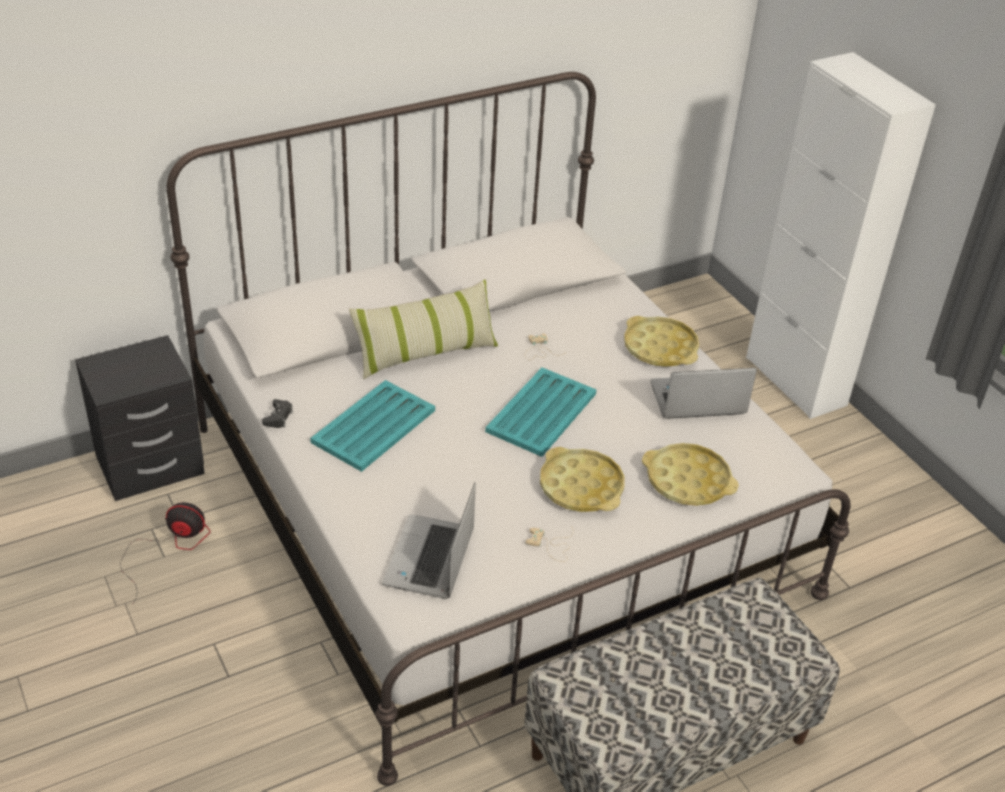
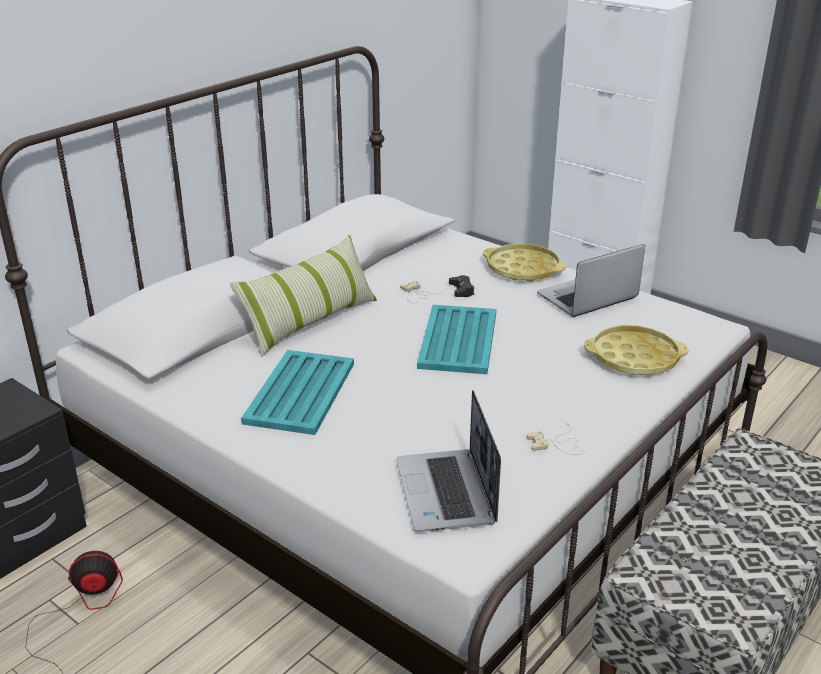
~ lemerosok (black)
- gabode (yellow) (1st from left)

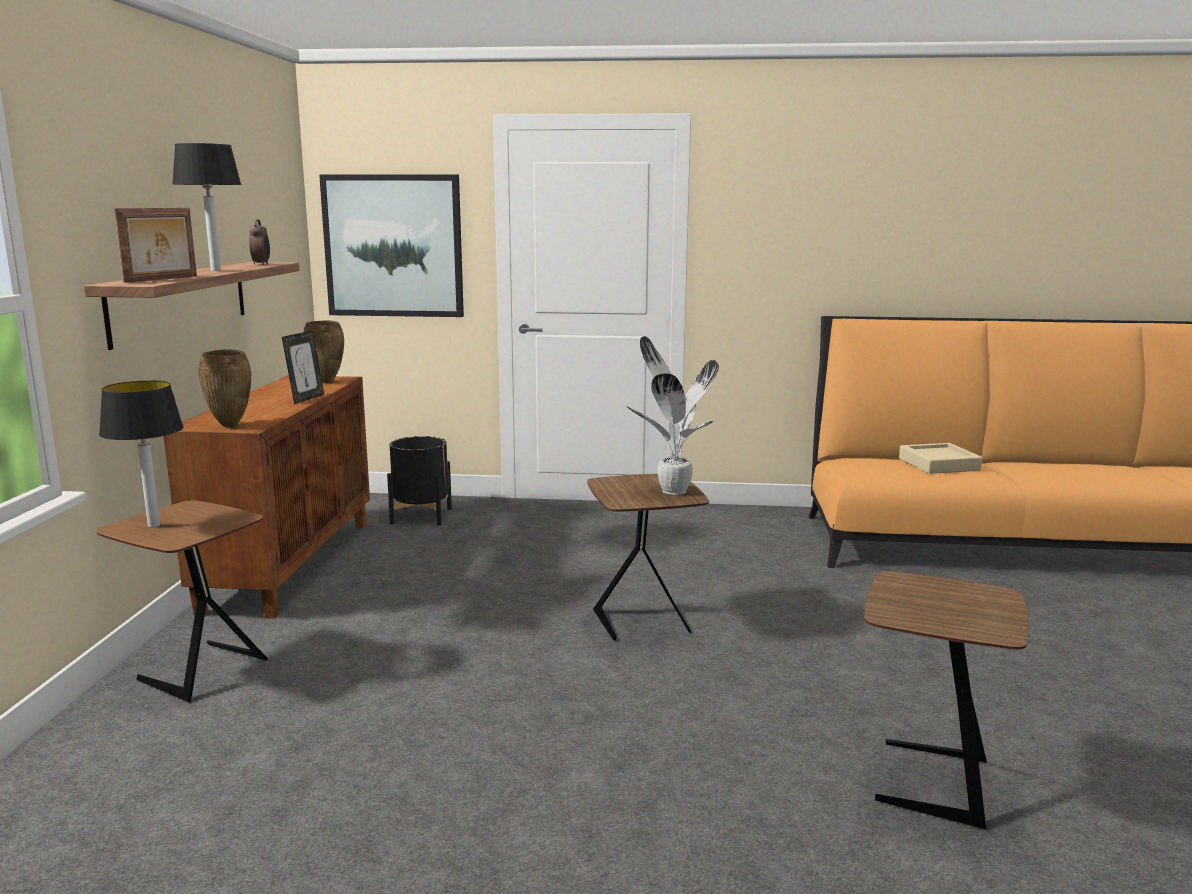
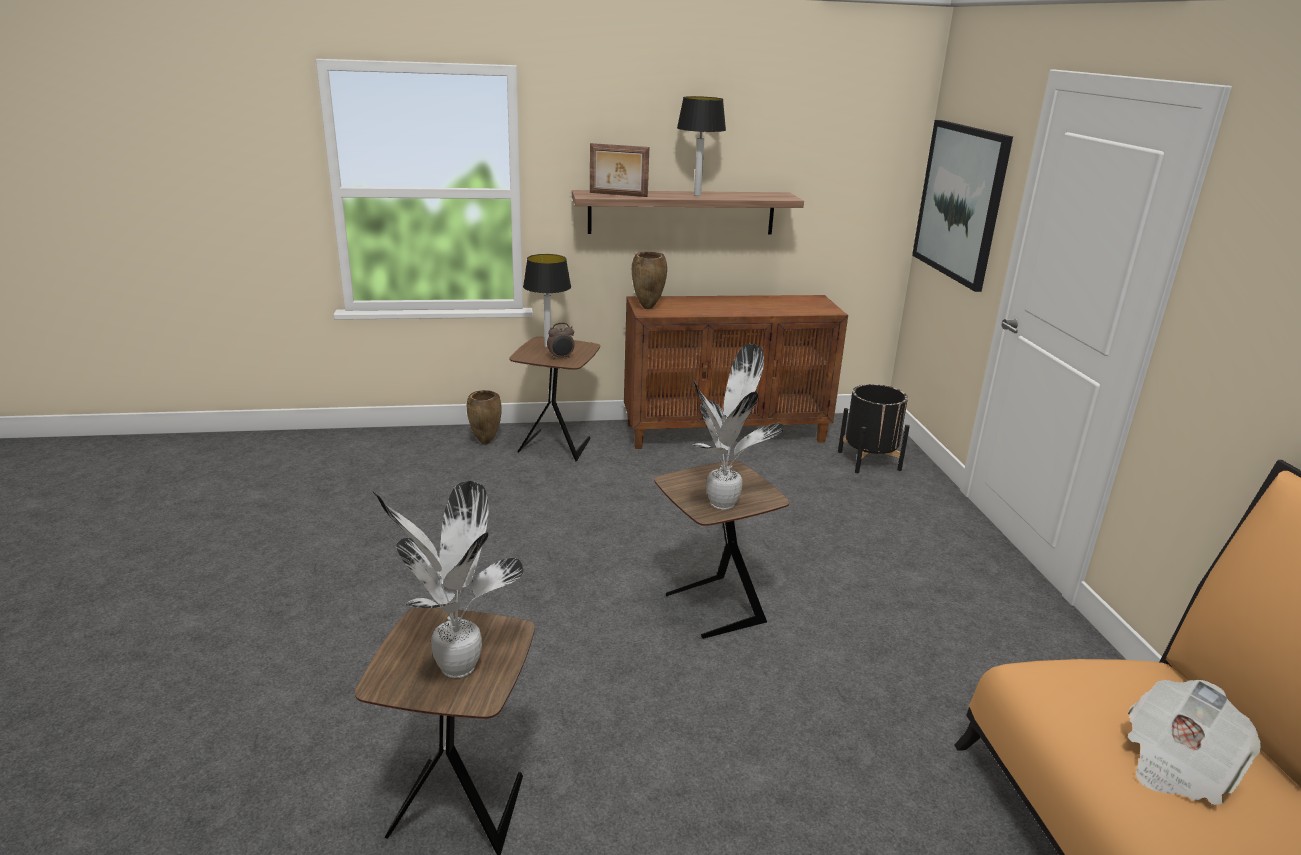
~ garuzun
~ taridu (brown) (2nd from left in the first image) to taridu (brown) (1st from left)
- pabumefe (2nd from left)
~ gabode (beige) to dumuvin
+ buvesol (1st from left)

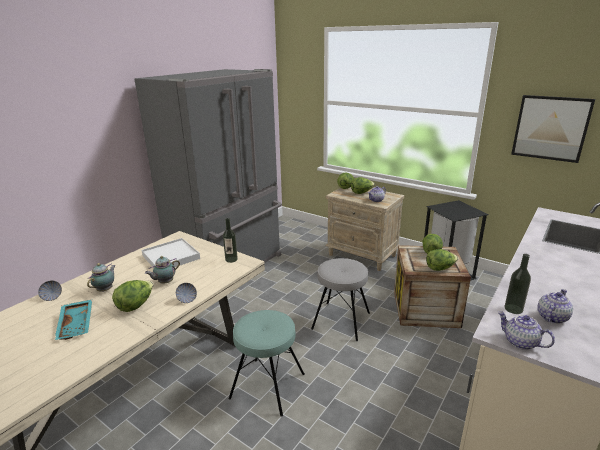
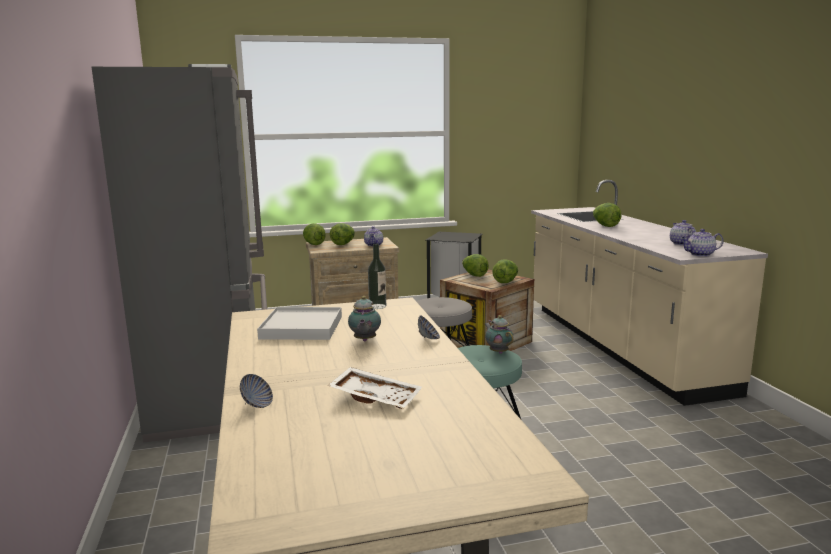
- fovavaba
- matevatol (2nd from left)
~ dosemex (1st from left in the first image) to dosemex (3rd from left)
~ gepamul (1st from left in the first image) to gepamul (5th from left)
~ gabode (turquoise) to gabode (white) (2nd from left)

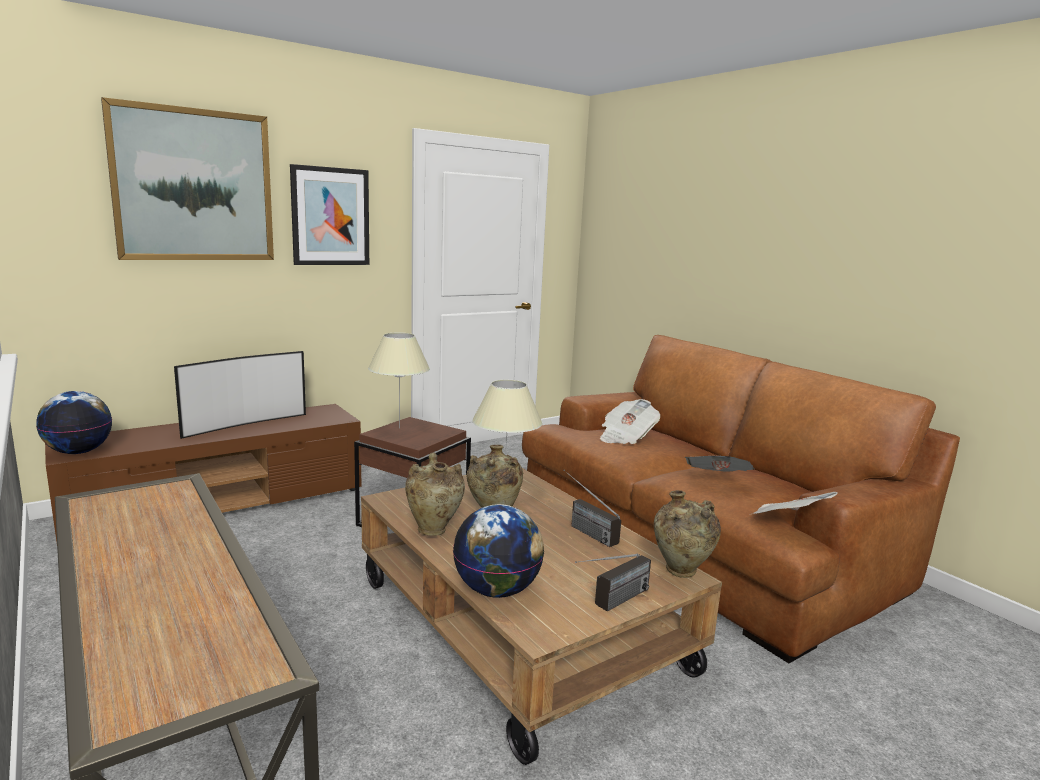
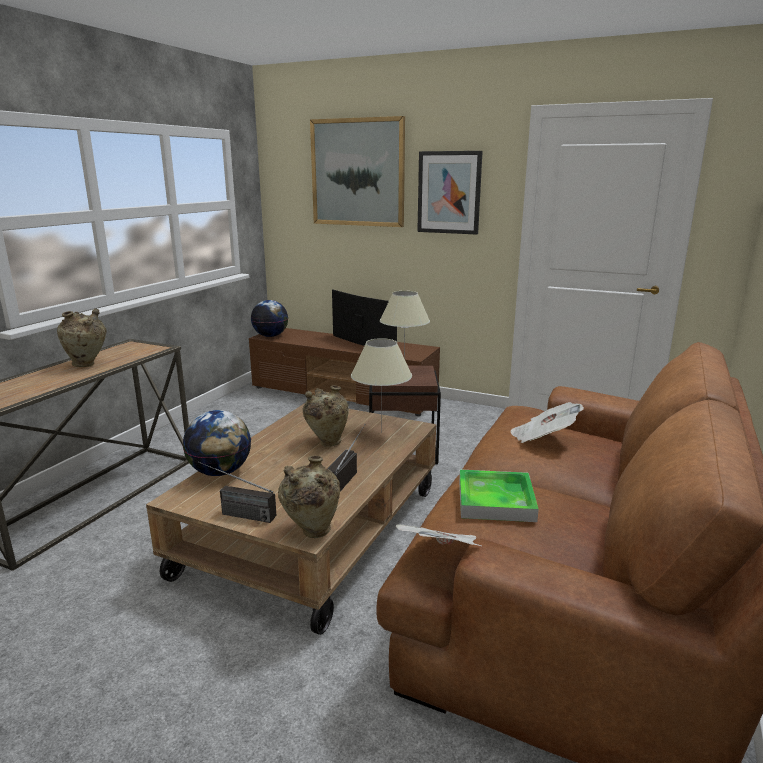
~ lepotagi 150 degrees counterclockwise
~ taridu (beige) (1st from left)
~ dumuvin (2nd from left) to gabode

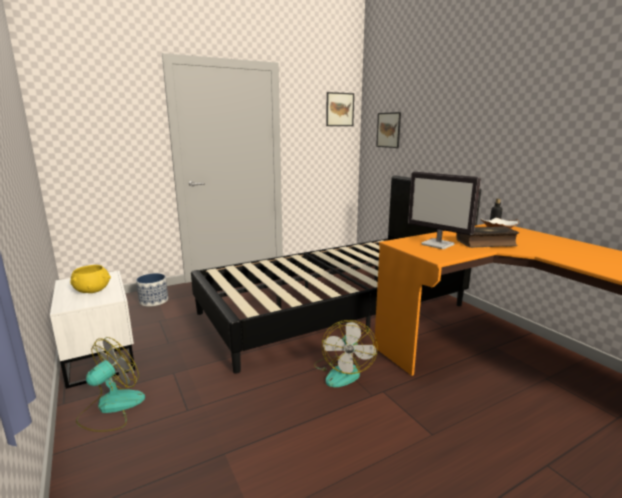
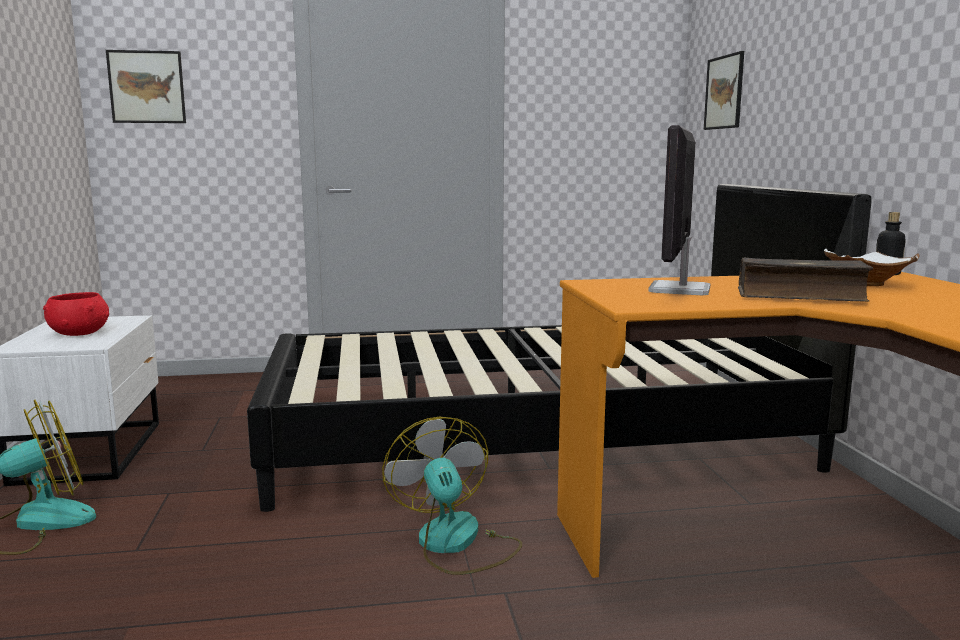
~ fovavaba (1st from left)
~ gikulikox 45 degrees clockwise
~ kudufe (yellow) to kudufe (red)
- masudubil
~ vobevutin (2nd from left) 135 degrees clockwise

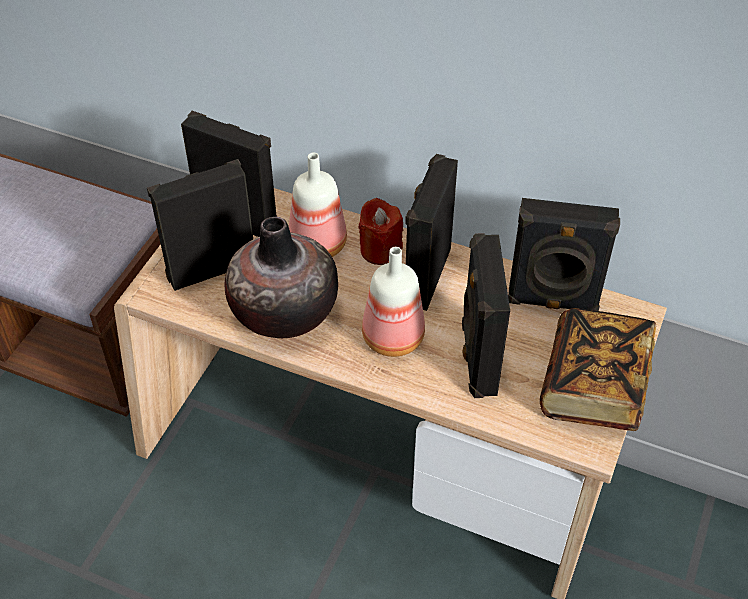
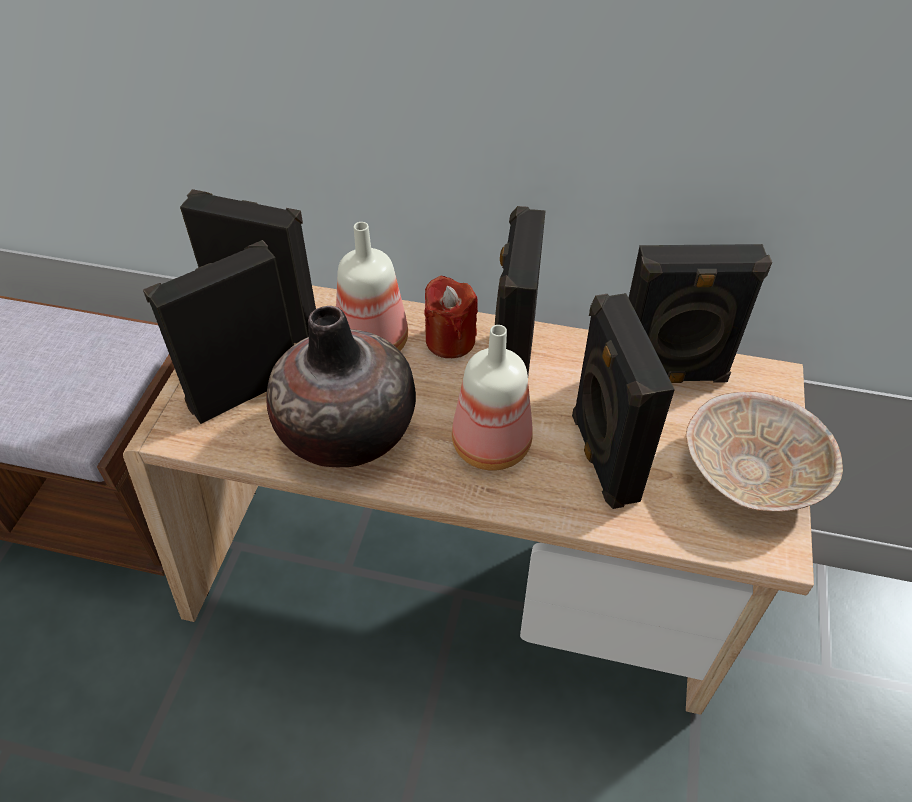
~ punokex to kudufe (beige)

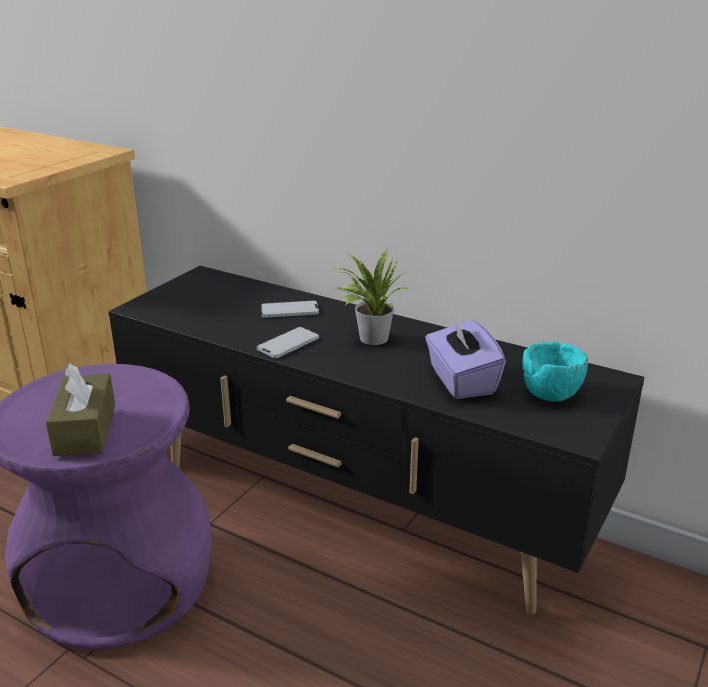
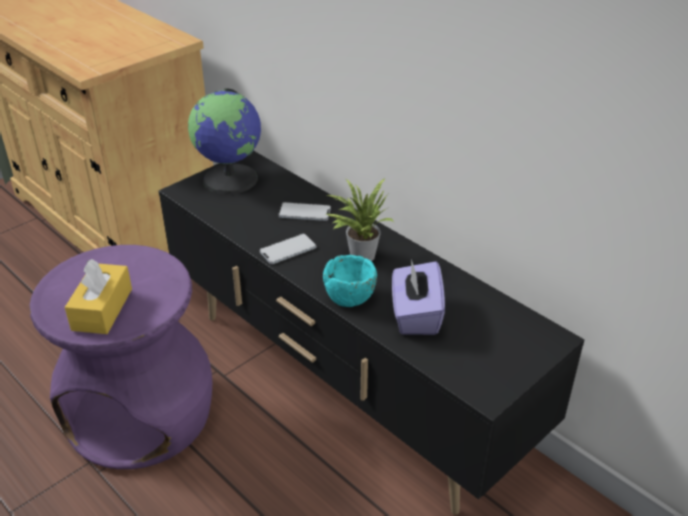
~ kudufe (turquoise)
~ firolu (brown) to firolu (yellow)
+ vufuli

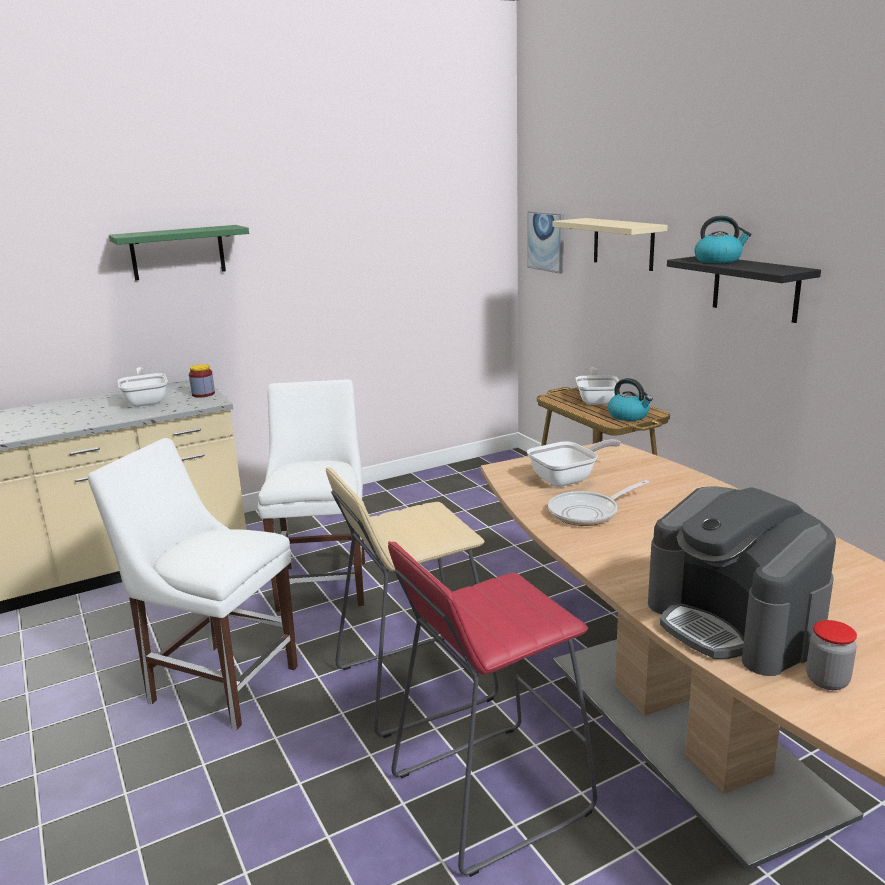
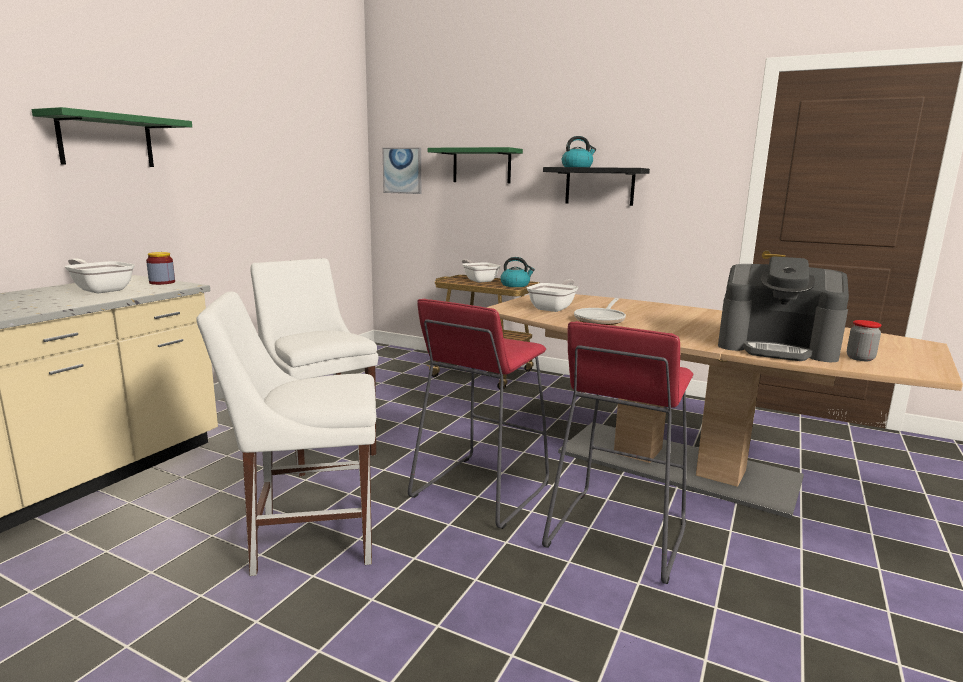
~ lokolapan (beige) to lokolapan (green) (2nd from left)
~ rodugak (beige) to rodugak (red) (1st from left)

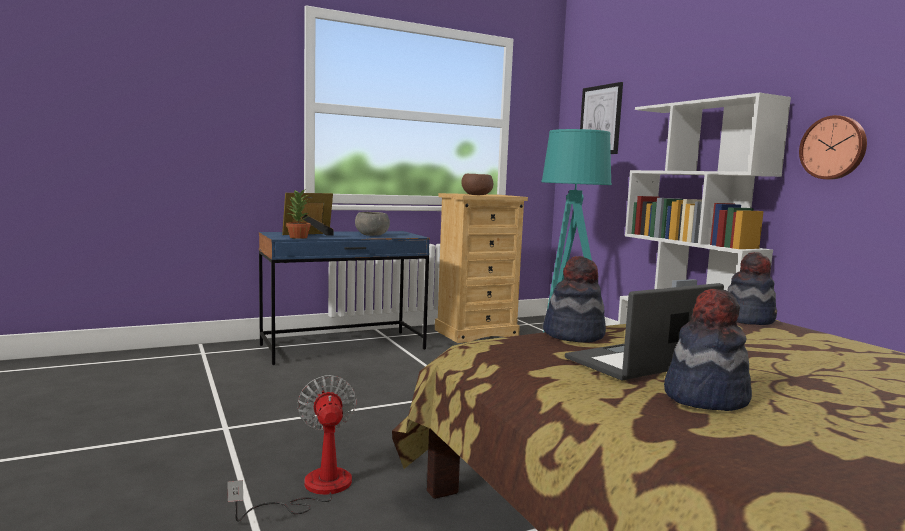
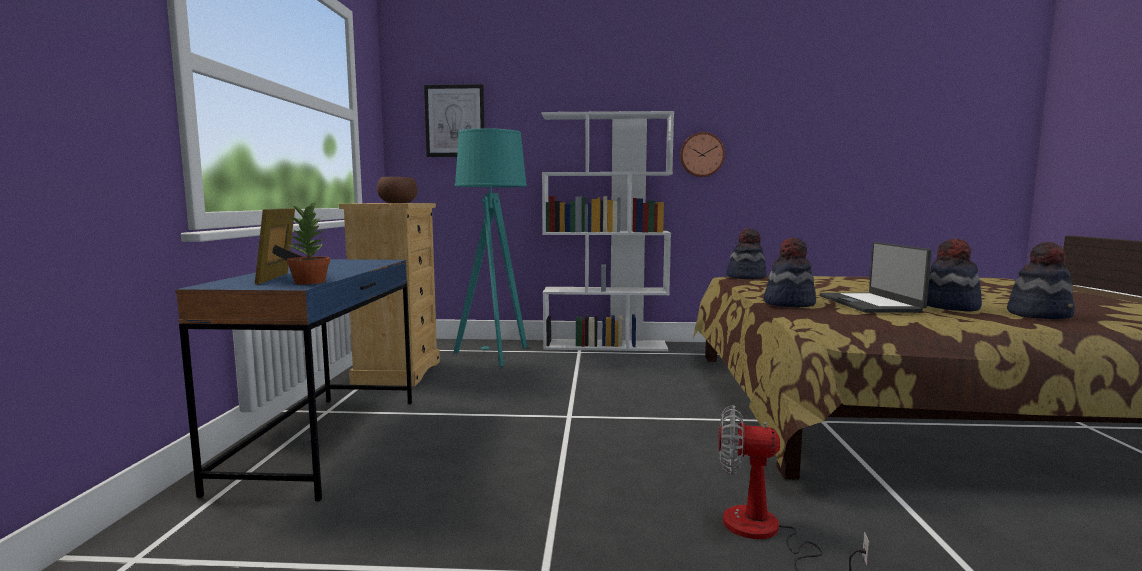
- kudufe (grey)
+ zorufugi (4th from left)

